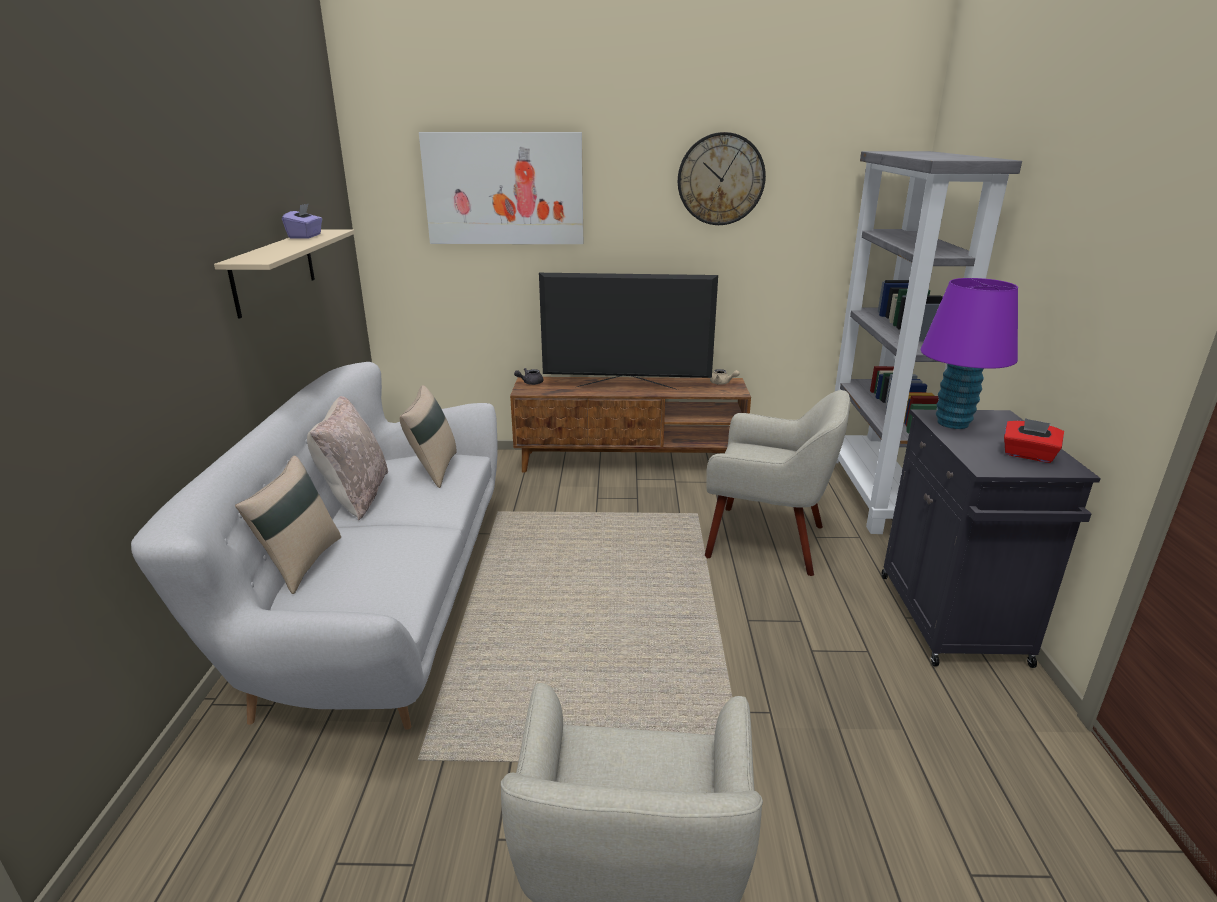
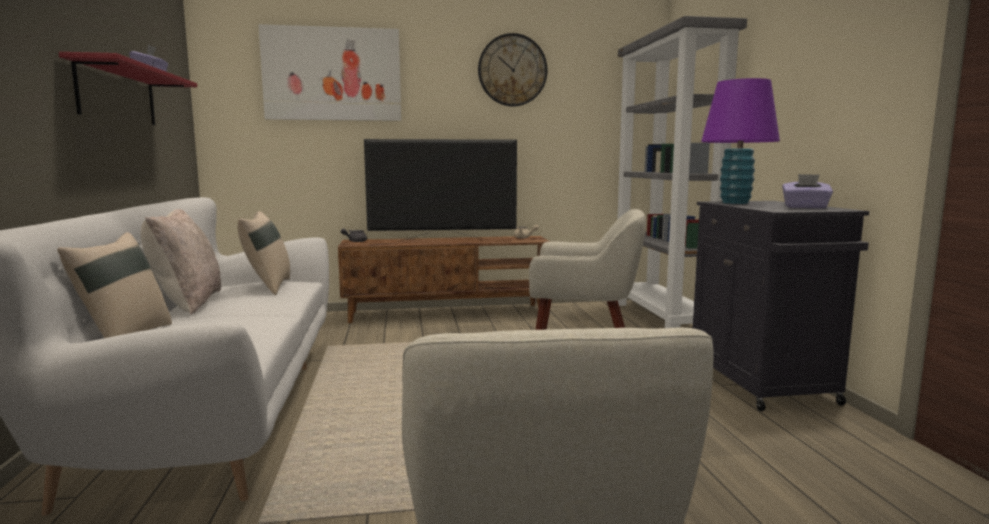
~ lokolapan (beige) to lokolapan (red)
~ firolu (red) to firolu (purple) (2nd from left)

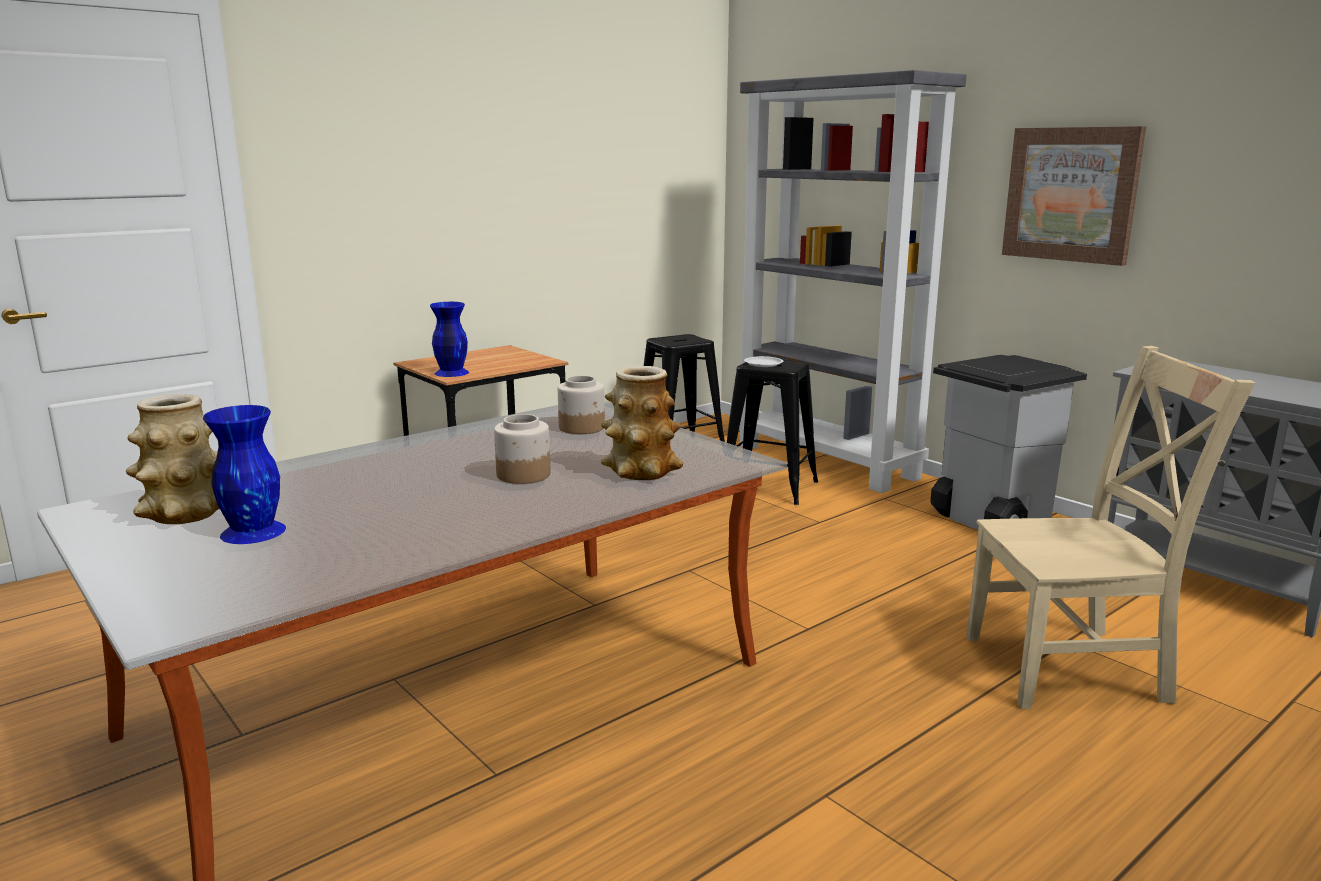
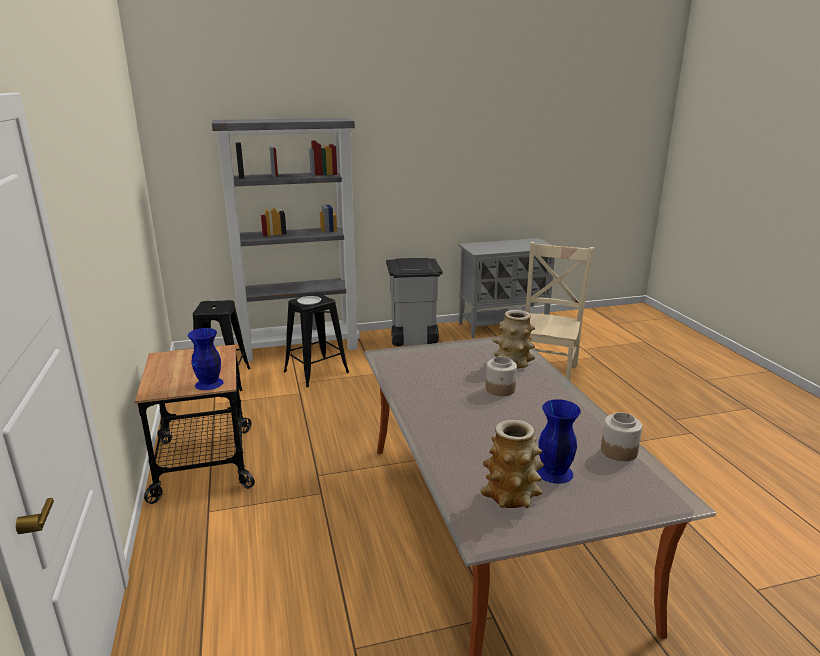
- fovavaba
~ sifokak (2nd from left)

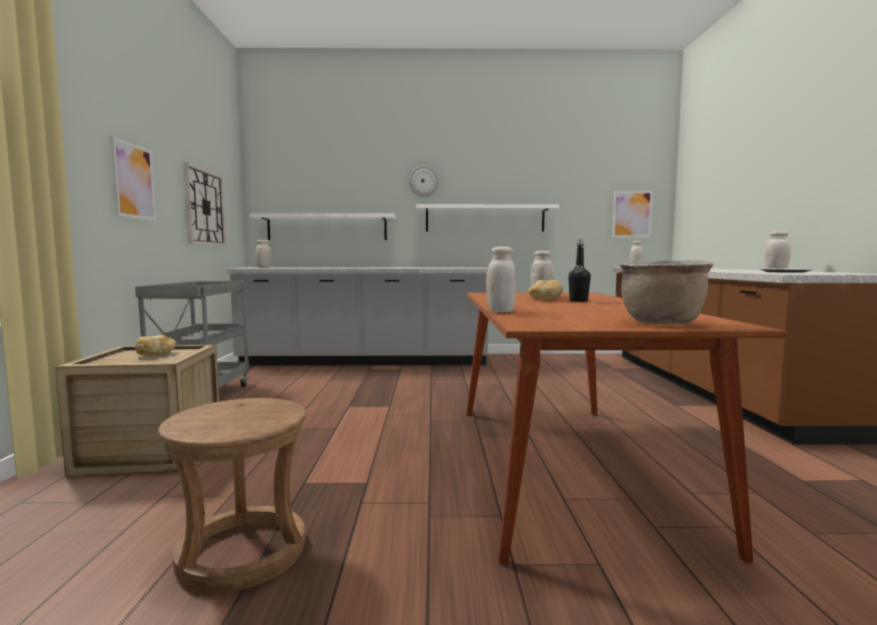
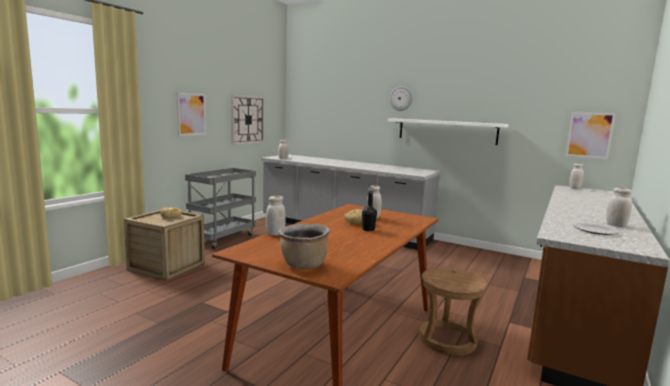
- lokolapan (white) (1st from left)
~ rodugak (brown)

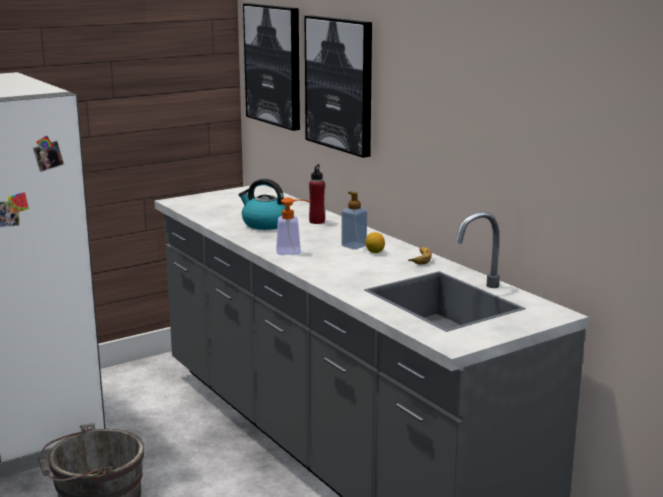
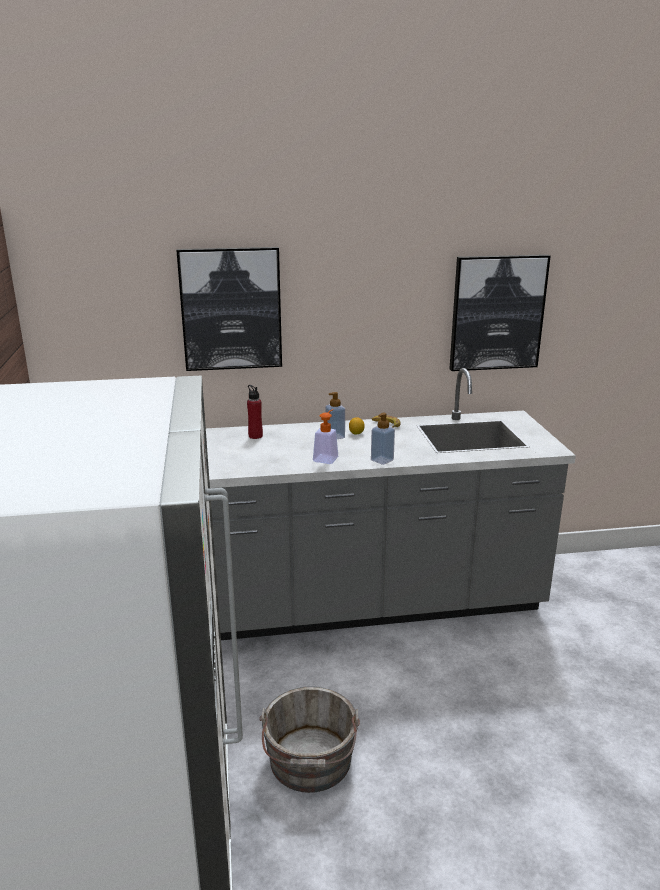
~ fovavaba (1st from left in the first image) to fovavaba (2nd from left)
- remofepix
+ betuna (3rd from left)

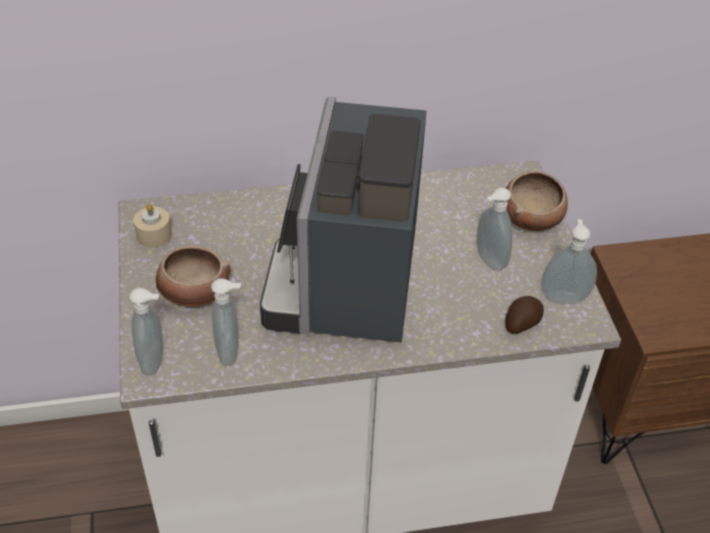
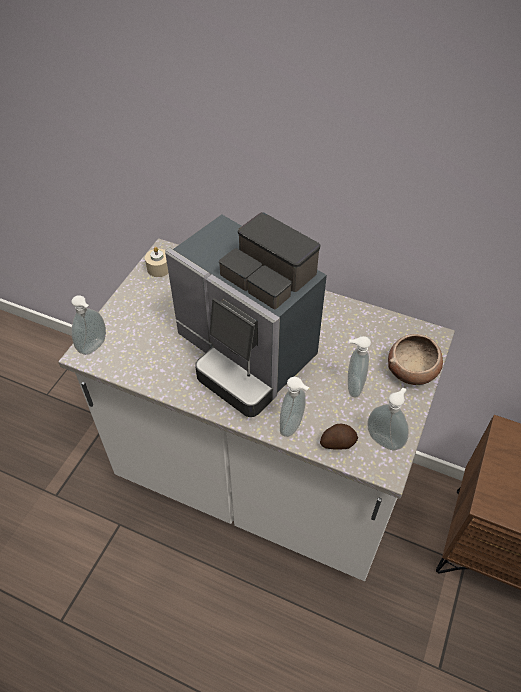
~ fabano 90 degrees counterclockwise
- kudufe (1st from left)
~ betuna (2nd from left)

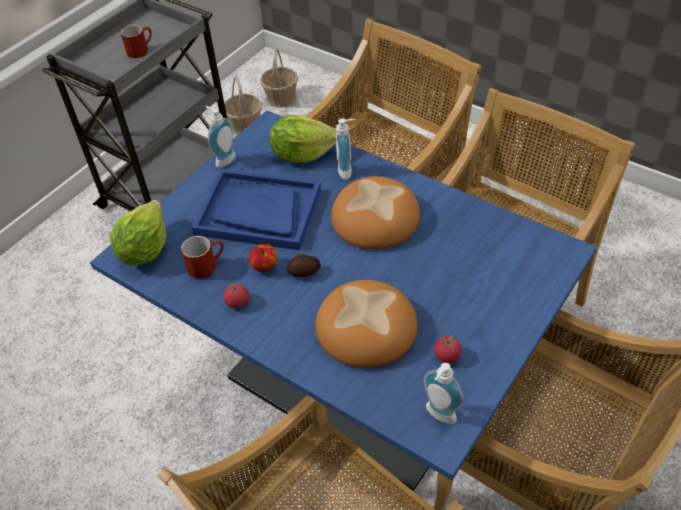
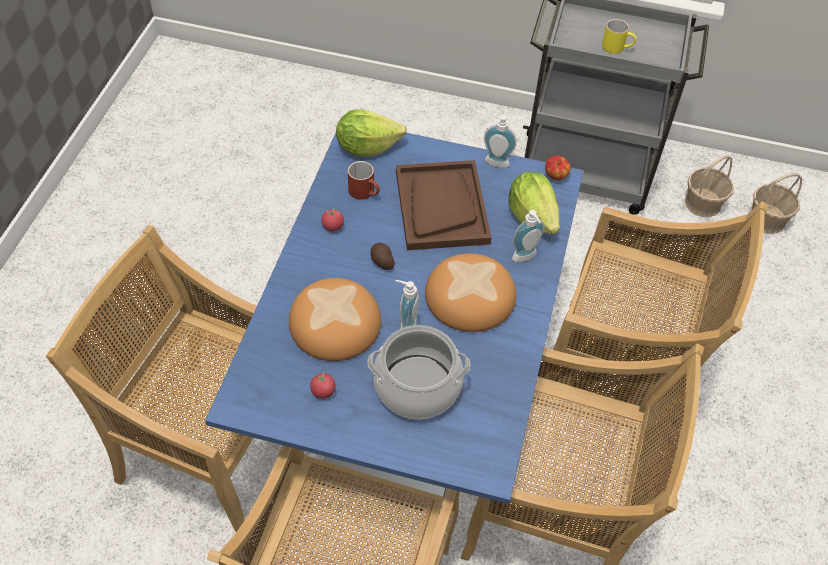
~ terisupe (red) (1st from left) to terisupe (yellow)
~ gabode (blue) to gabode (brown)
~ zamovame
~ betuna (3rd from left in the first image) to betuna (1st from left)
+ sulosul

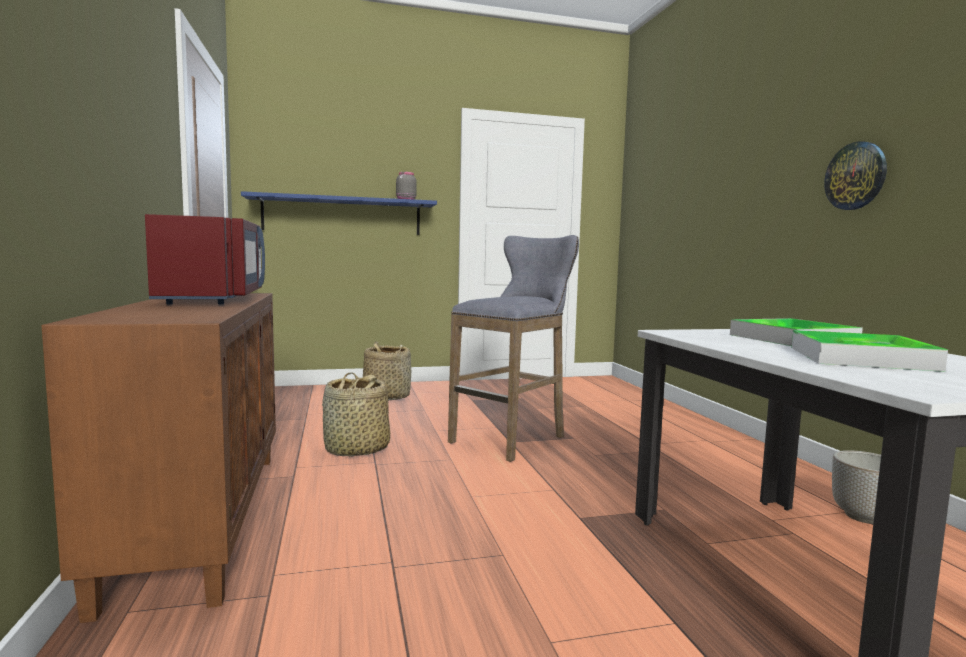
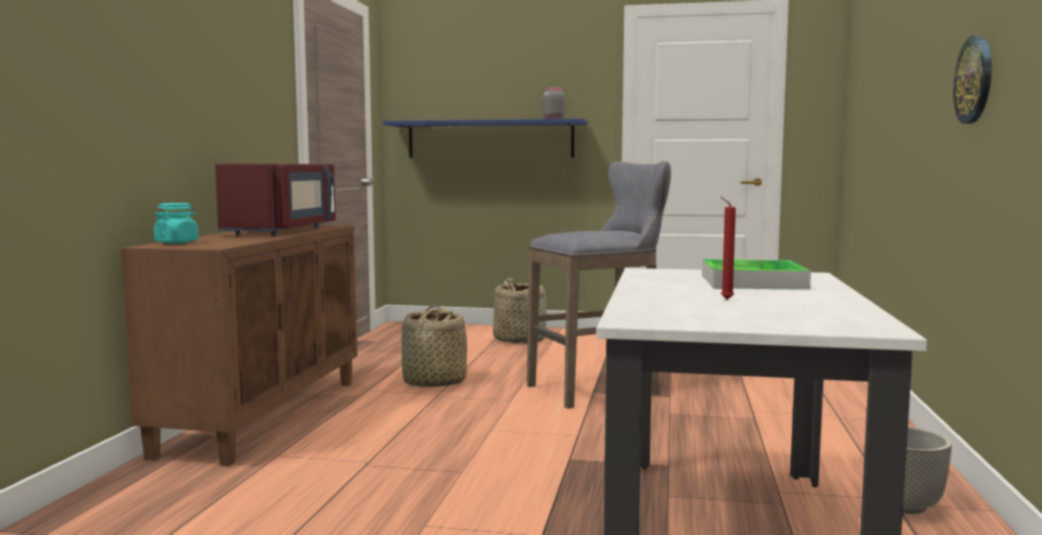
~ gabode (2nd from left) to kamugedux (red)
+ sifokak (turquoise)

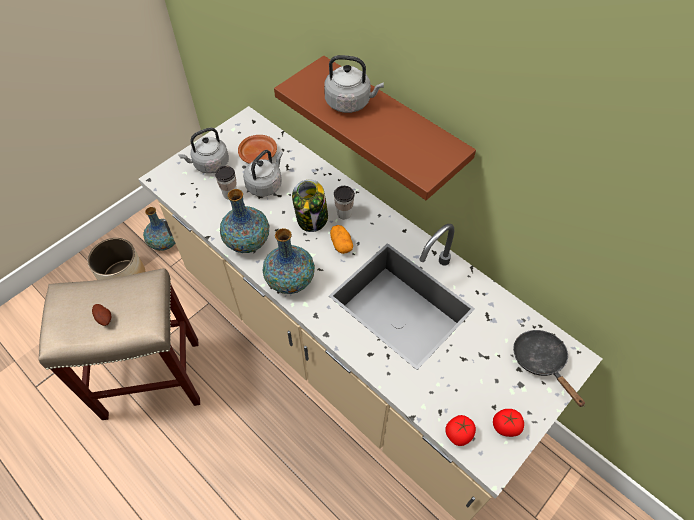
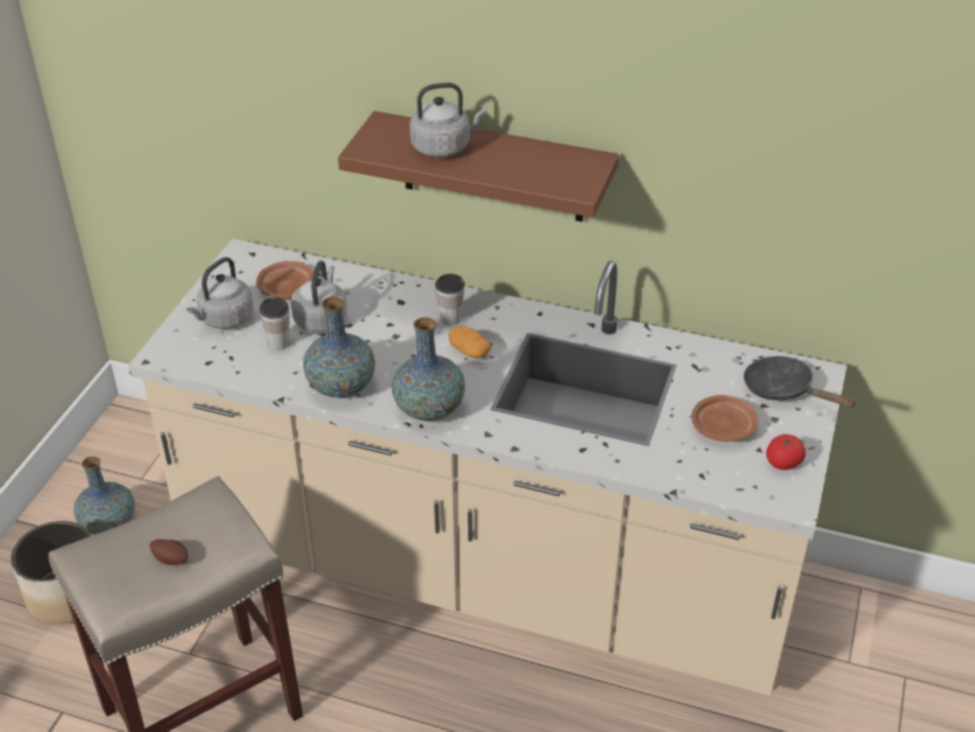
- sifokak
- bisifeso (1st from left)
+ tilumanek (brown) (2nd from left)

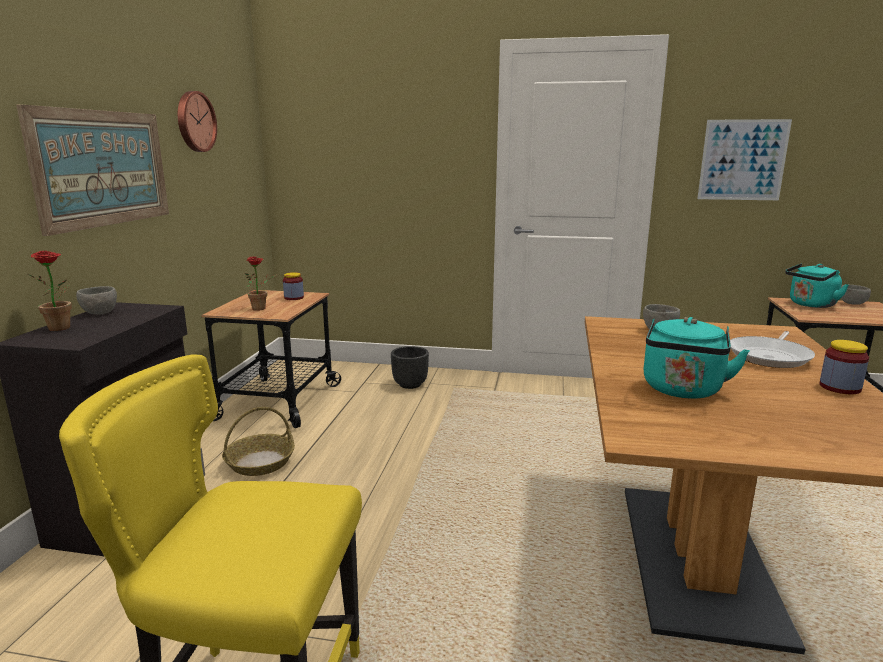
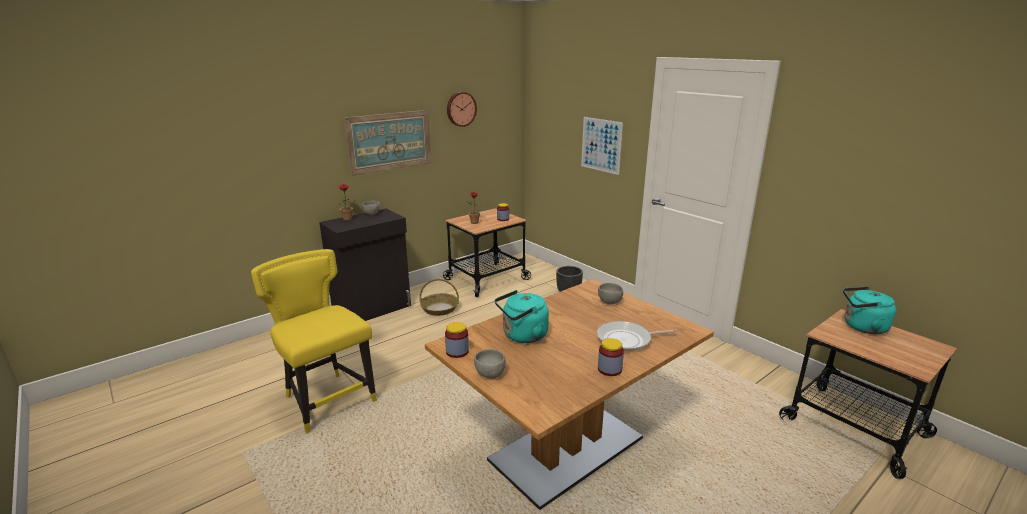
~ fovavaba (2nd from left)
~ kudufe (grey) (3rd from left in the first image) to kudufe (grey) (2nd from left)
+ sifokak (1st from left)

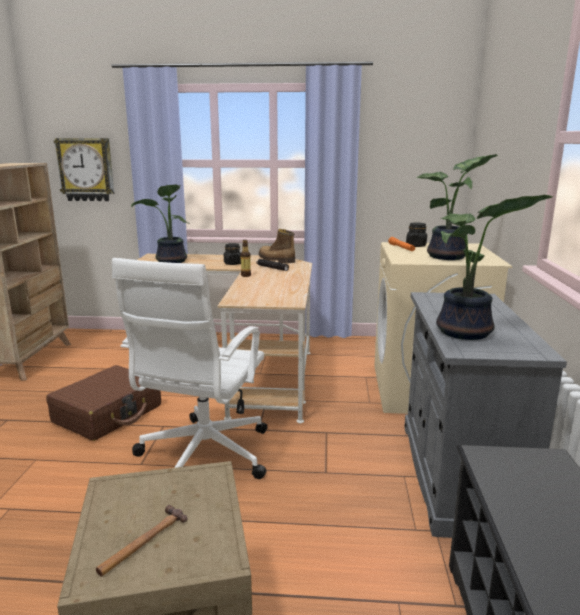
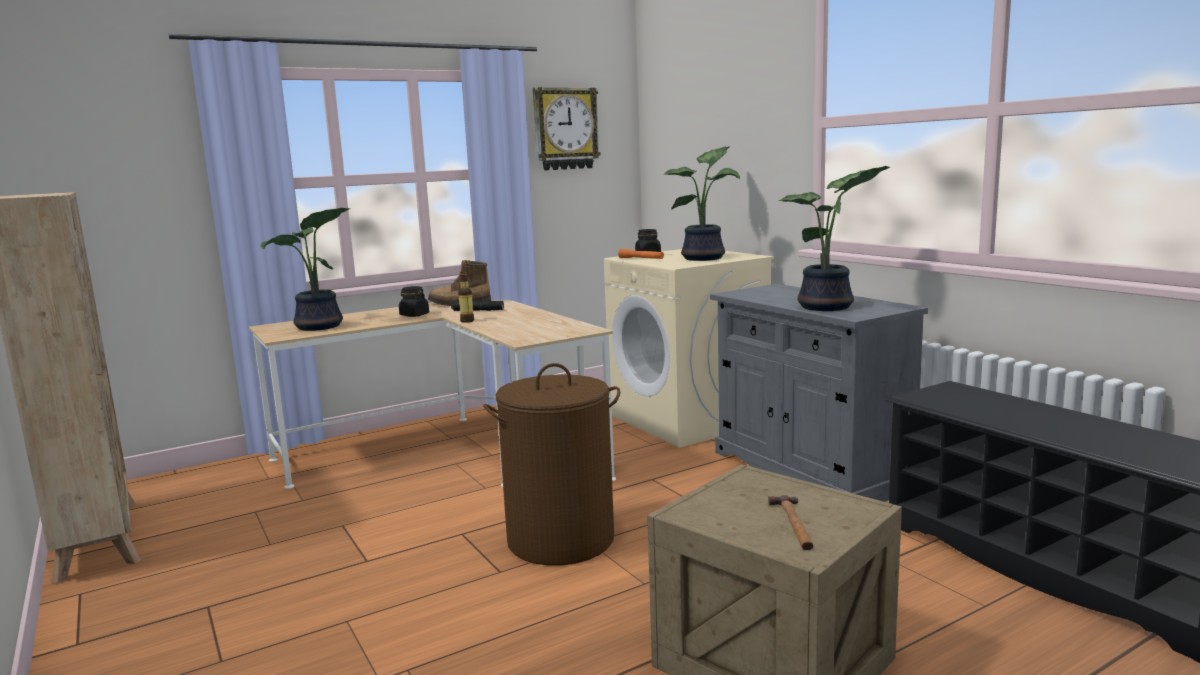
~ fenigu
~ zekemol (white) to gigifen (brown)
- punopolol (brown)

